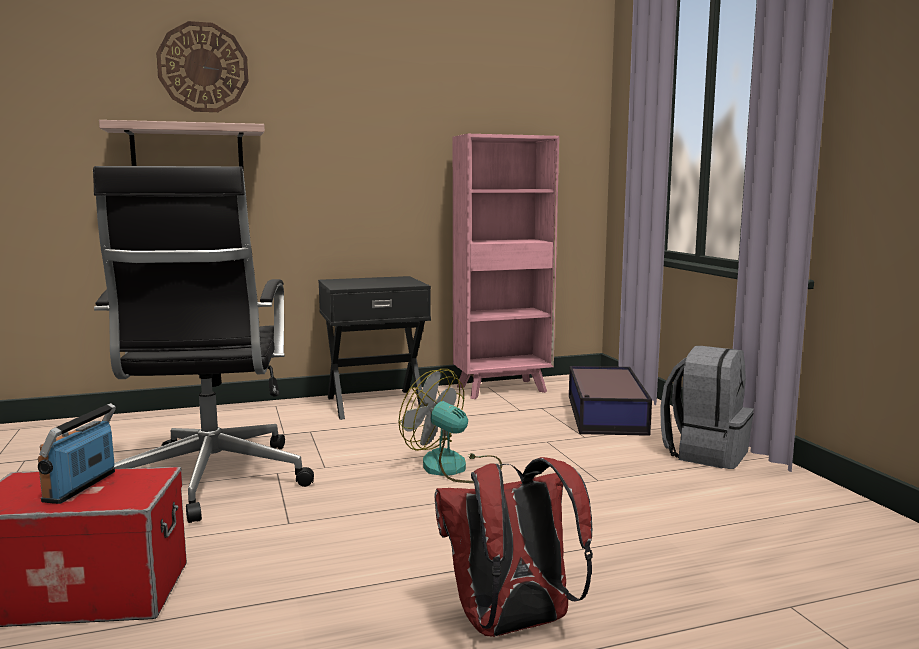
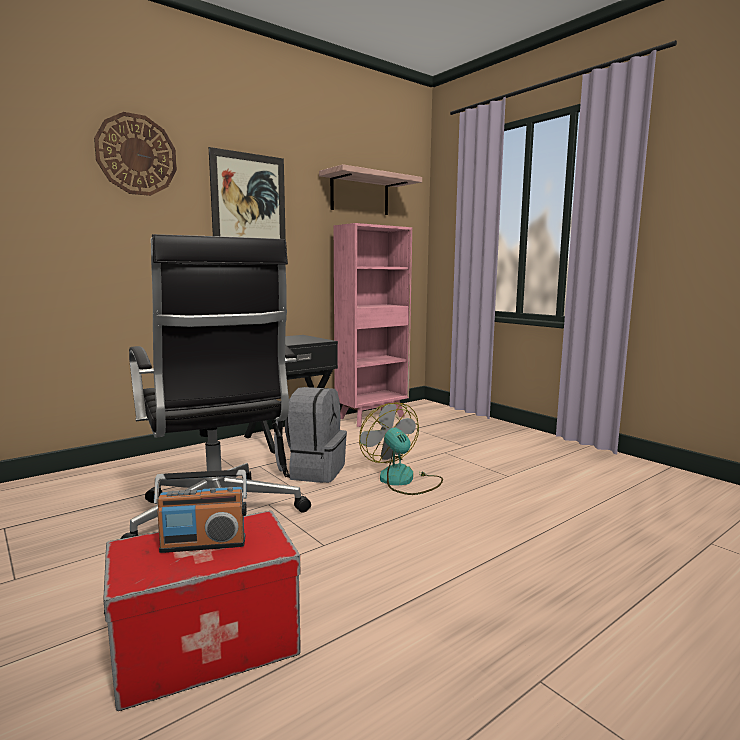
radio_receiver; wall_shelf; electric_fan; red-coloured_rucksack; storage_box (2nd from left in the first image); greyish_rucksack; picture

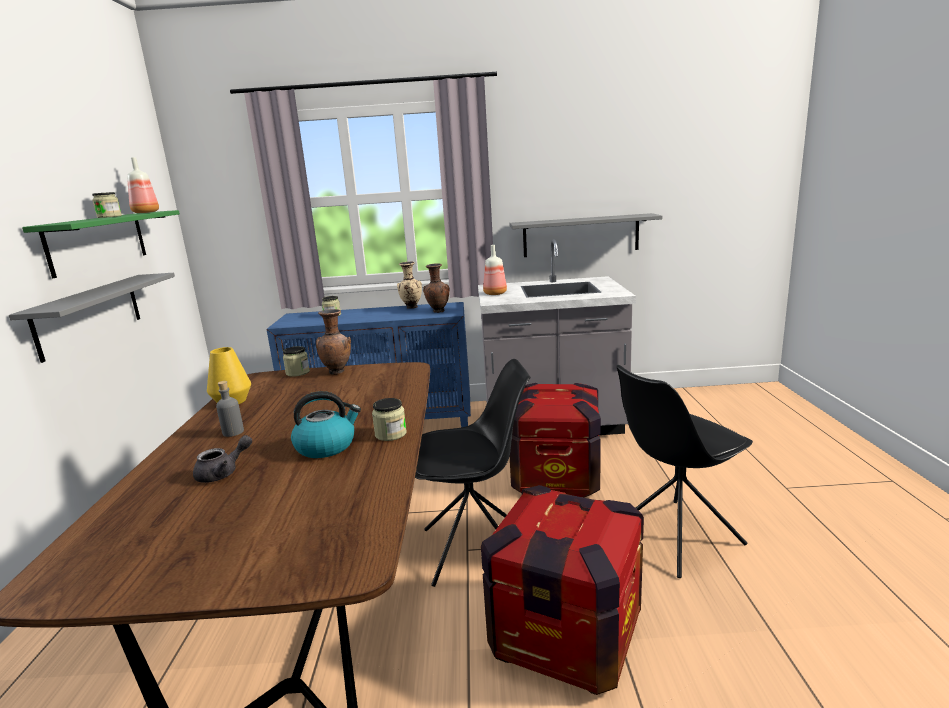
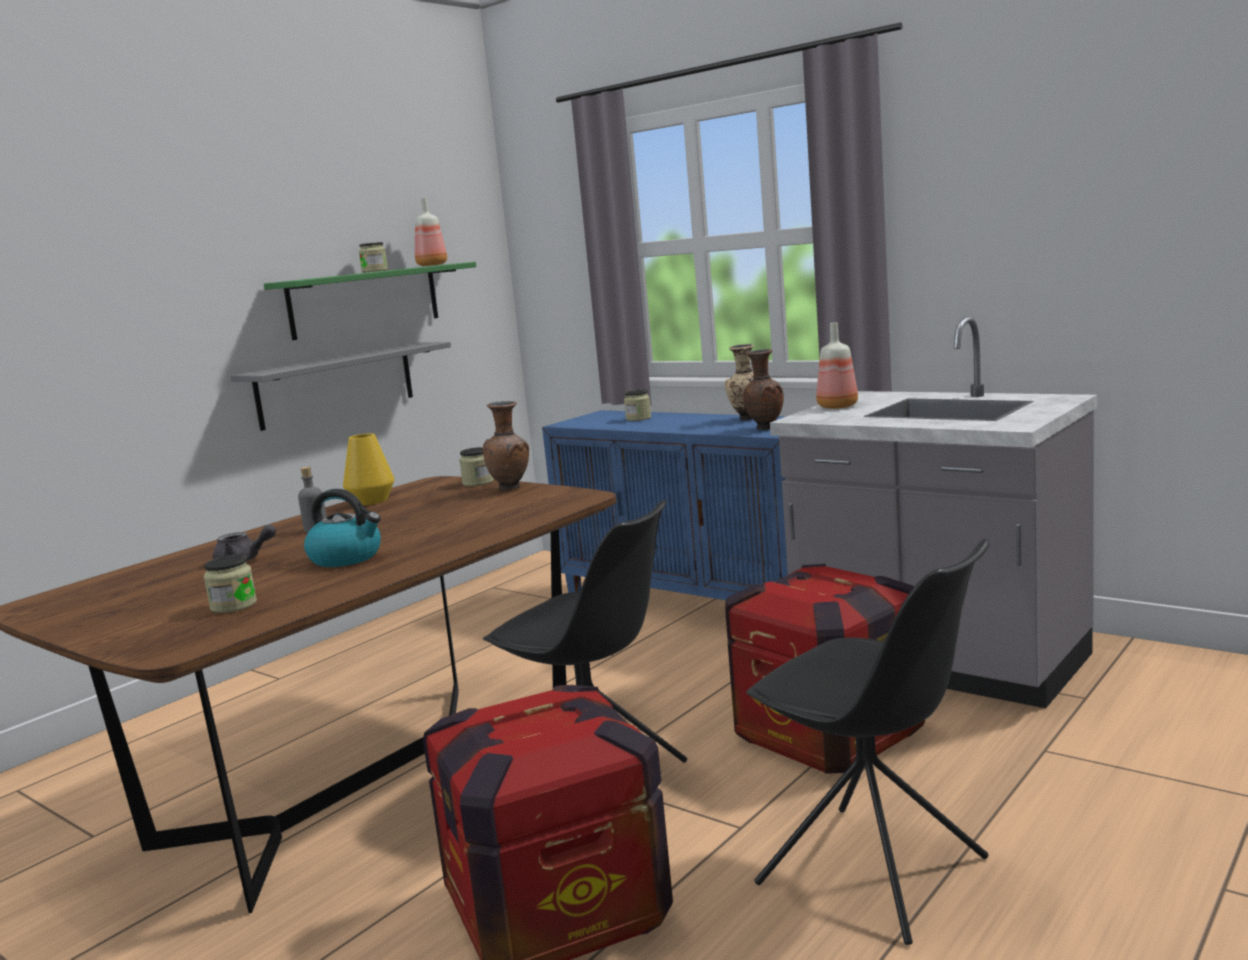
jar (1st from left); greyish_wall_shelf (2nd from left in the first image); blackish_plain_chair (2nd from left)

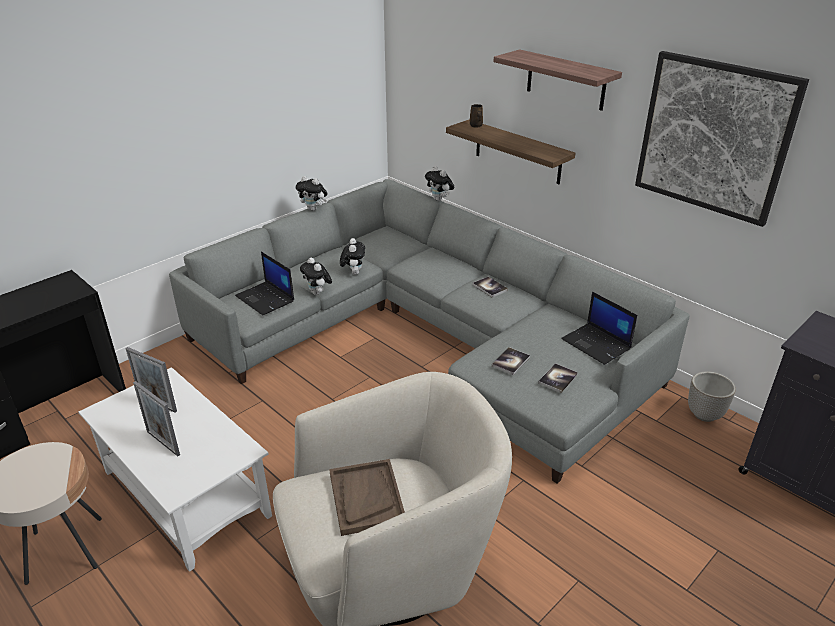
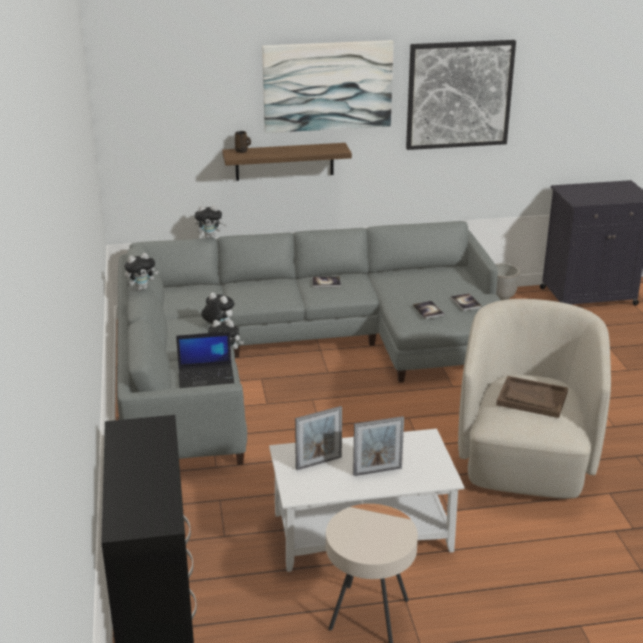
picture (1st from left); portable_computer (2nd from left in the first image)

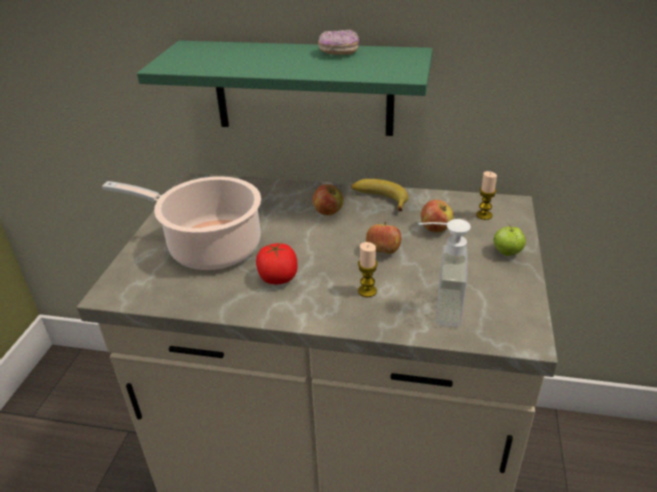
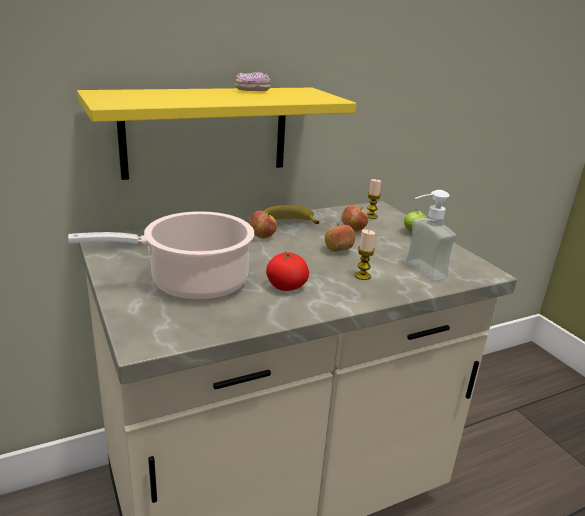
yellowish_wall_shelf

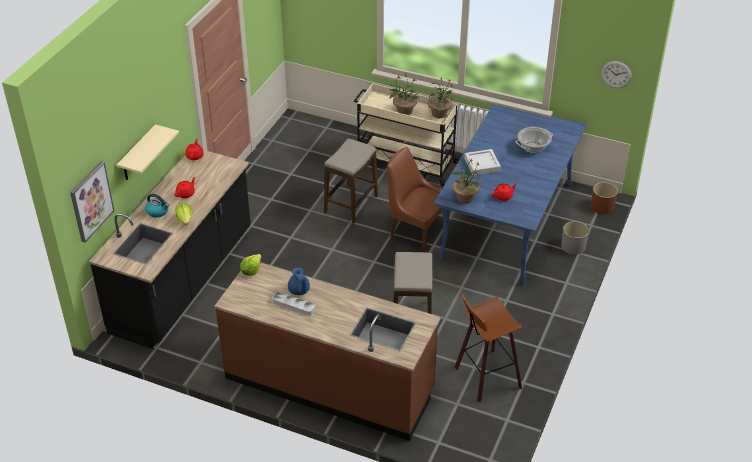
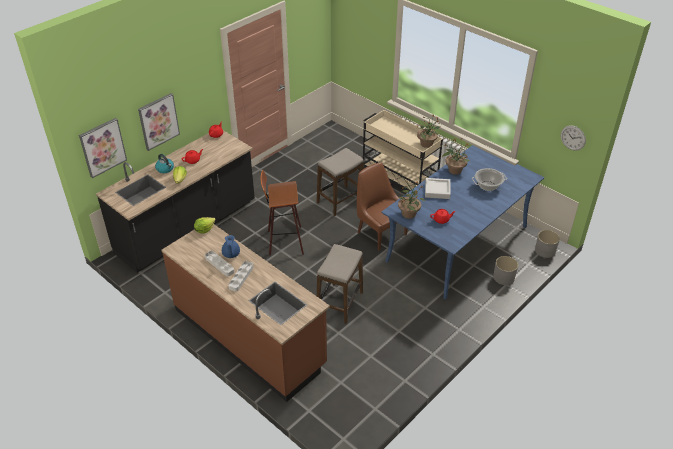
picture (2nd from left); plant_in_a_pot (3rd from left); stool (1st from left); greyish_plant_pot (2nd from left); greyish_carrying_tray (2nd from left)

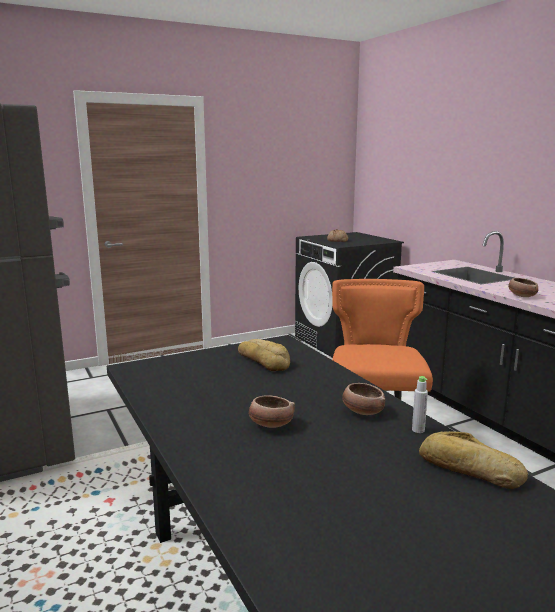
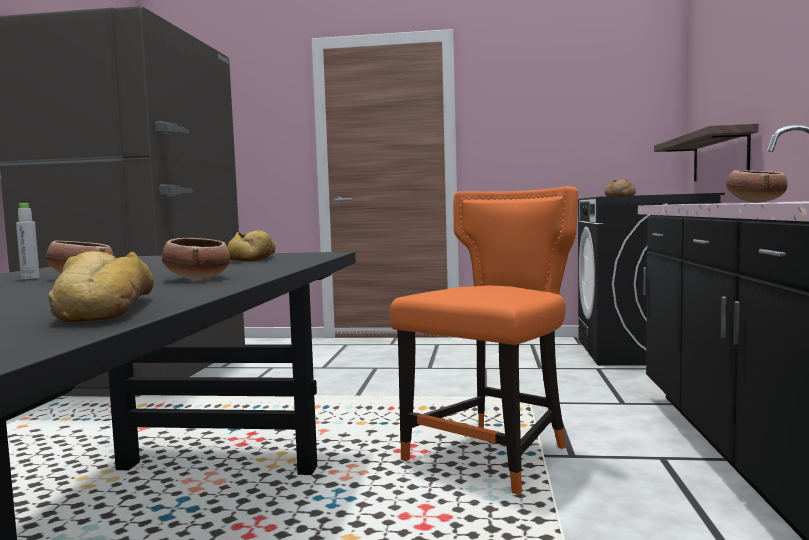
greyish_drink_bottle; wall_shelf

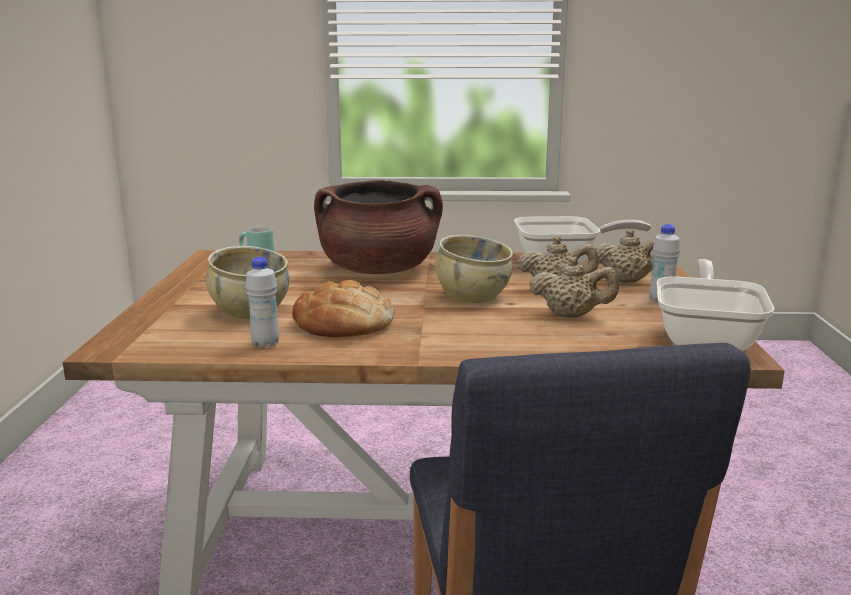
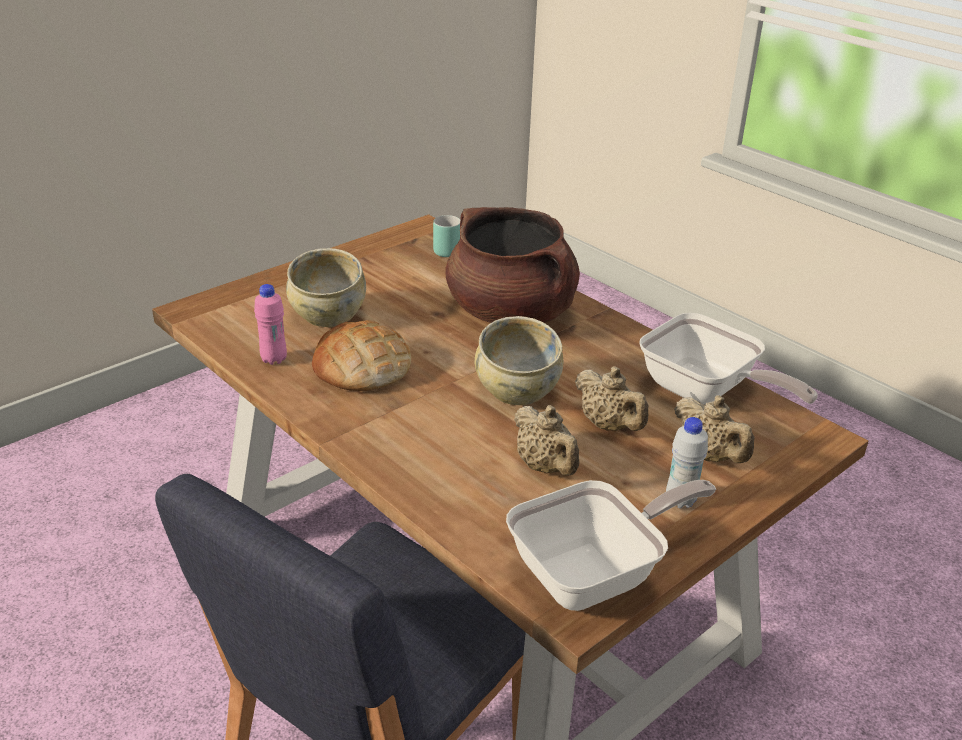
pink_drink_bottle

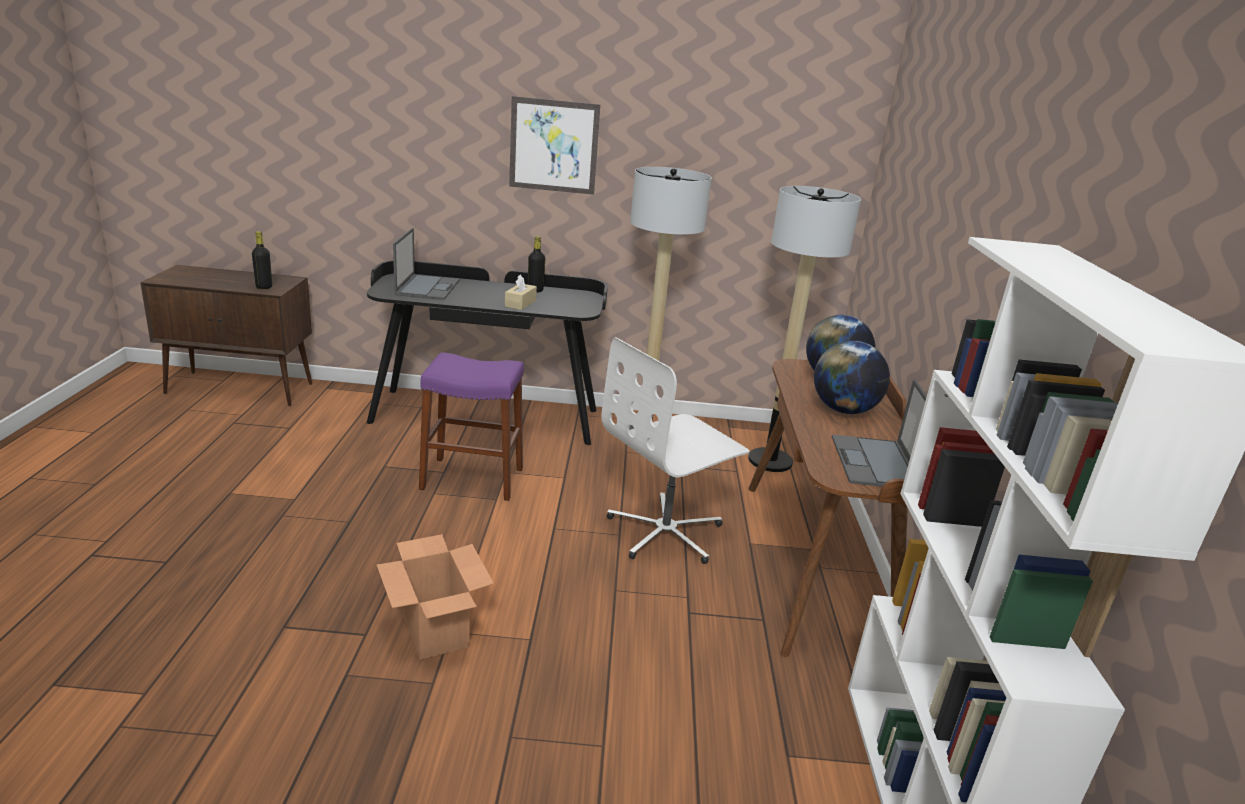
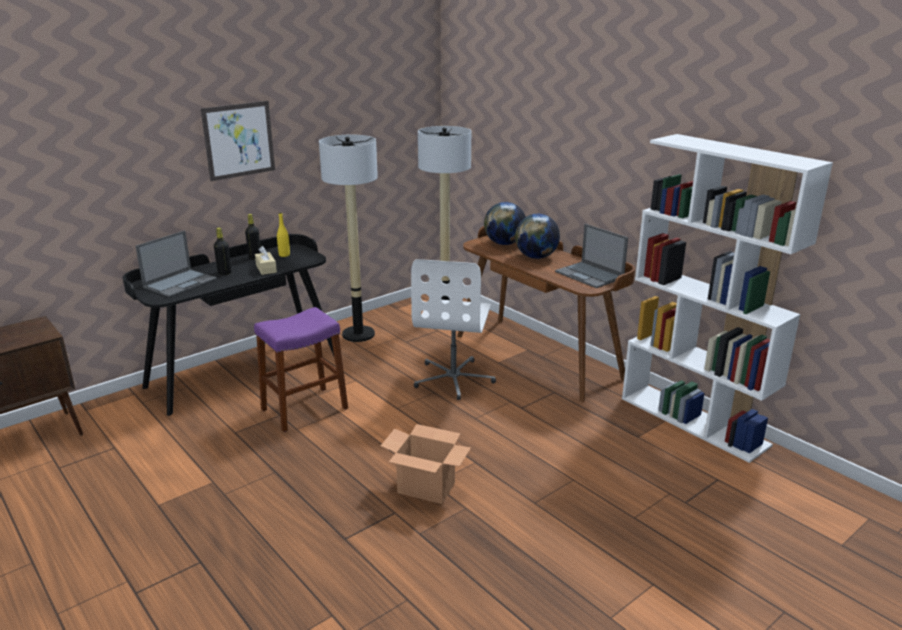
blackish_drink_bottle (1st from left); portable_computer (1st from left); yellowish_drink_bottle

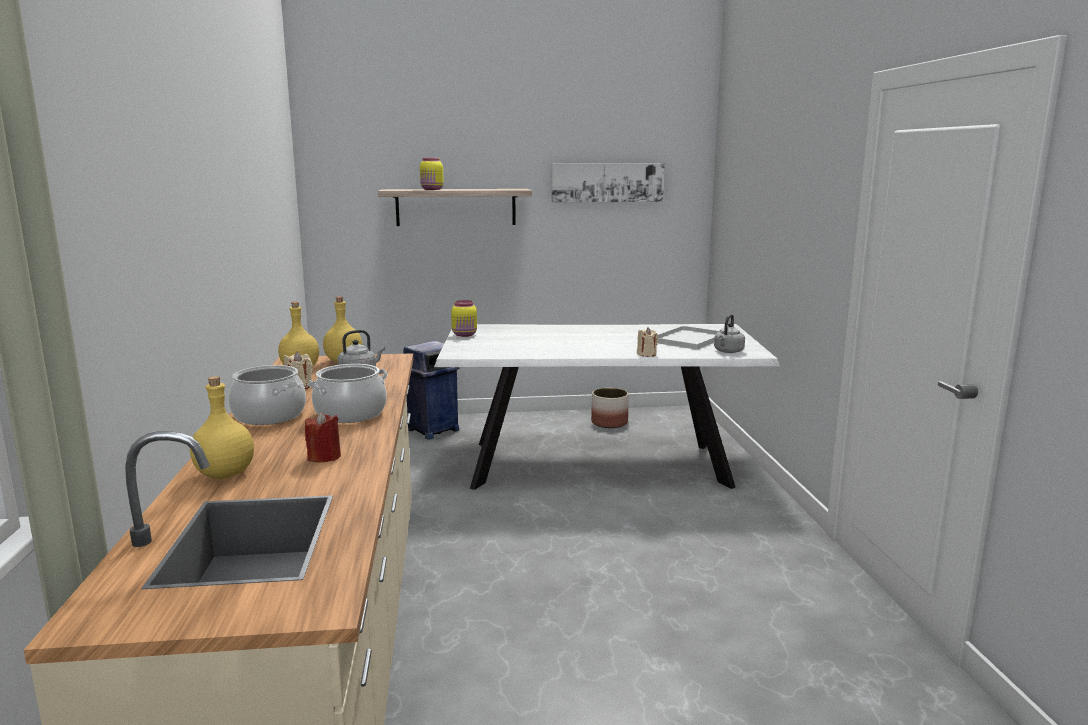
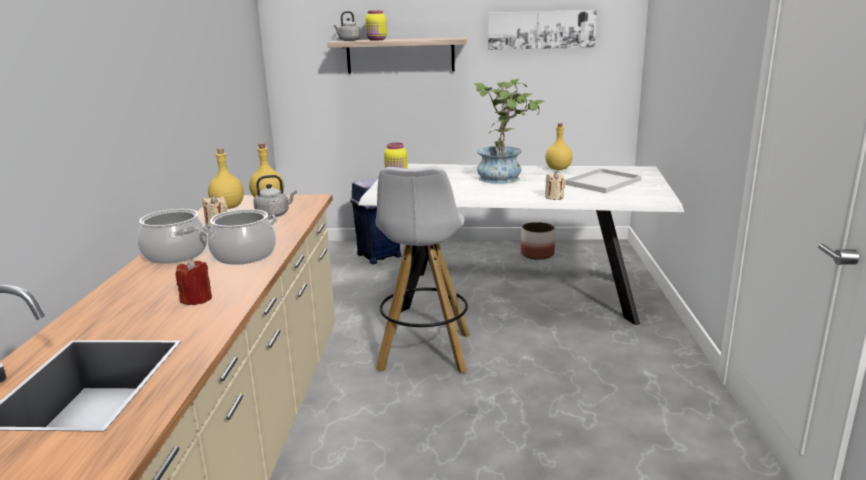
yellowish_drink_bottle (3rd from left); greyish_water_kettle (2nd from left); white-coloured_stool; plant_in_a_pot

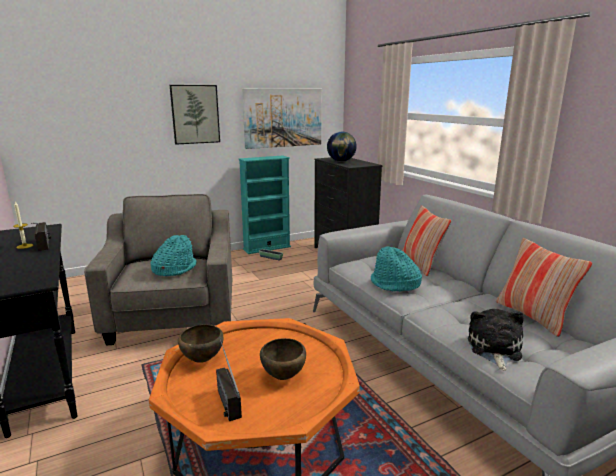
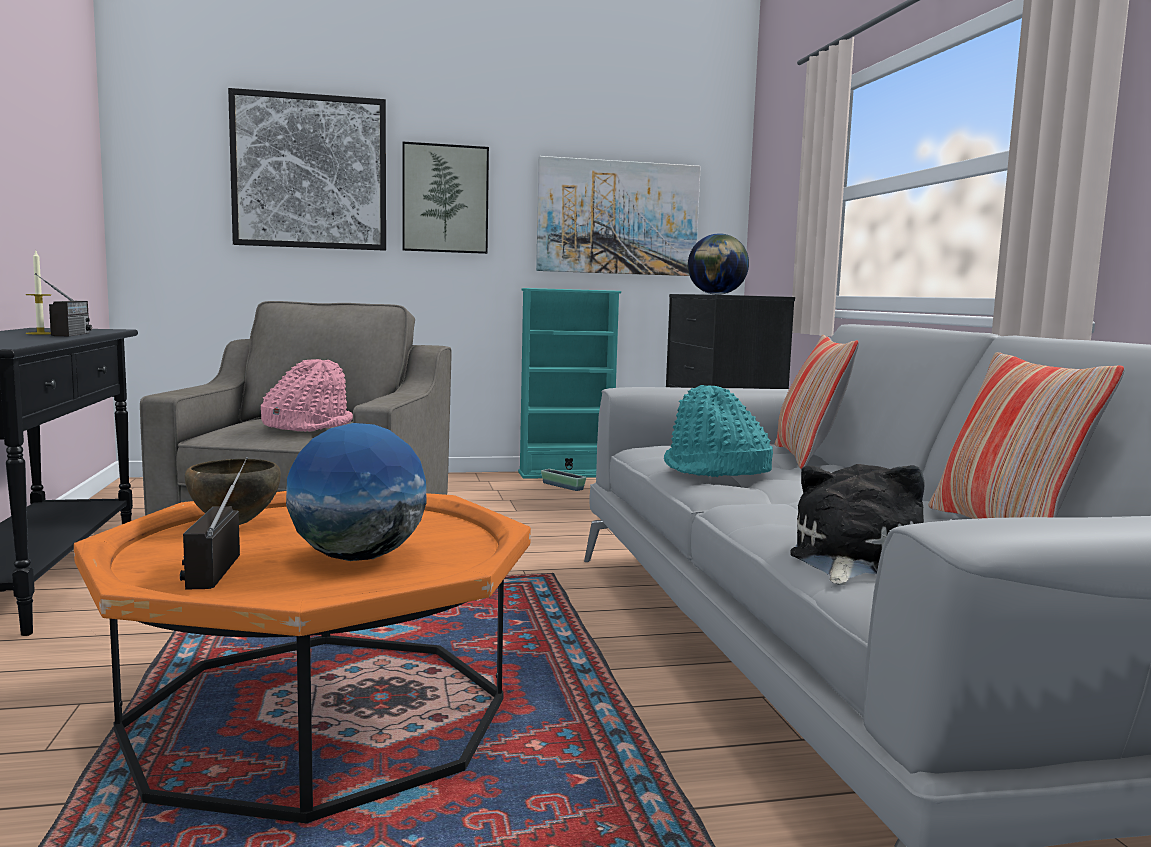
pink_clothing_hat; world_globe (1st from left); picture (1st from left)

